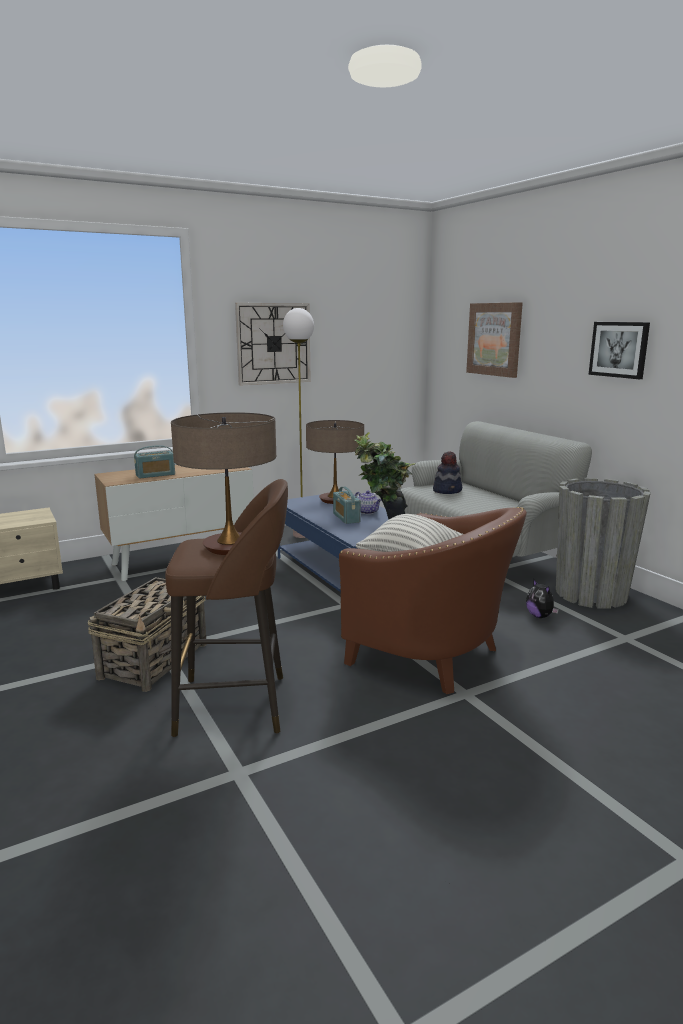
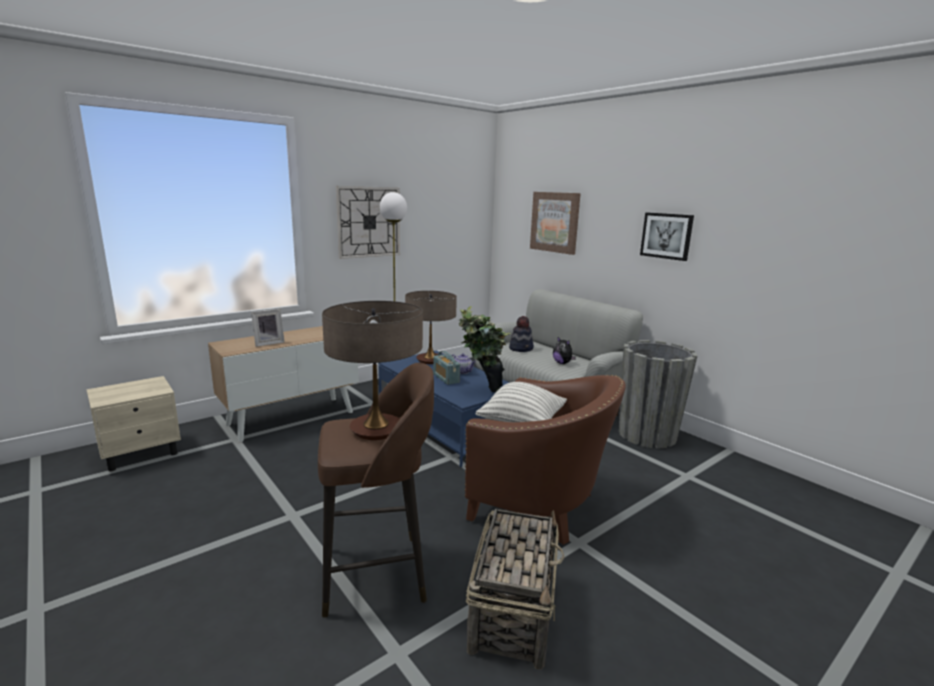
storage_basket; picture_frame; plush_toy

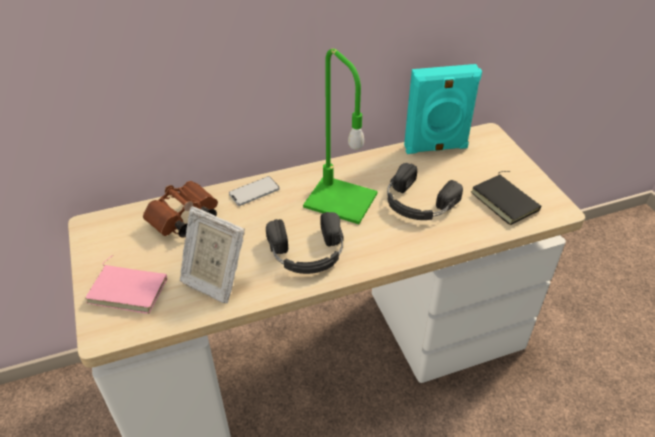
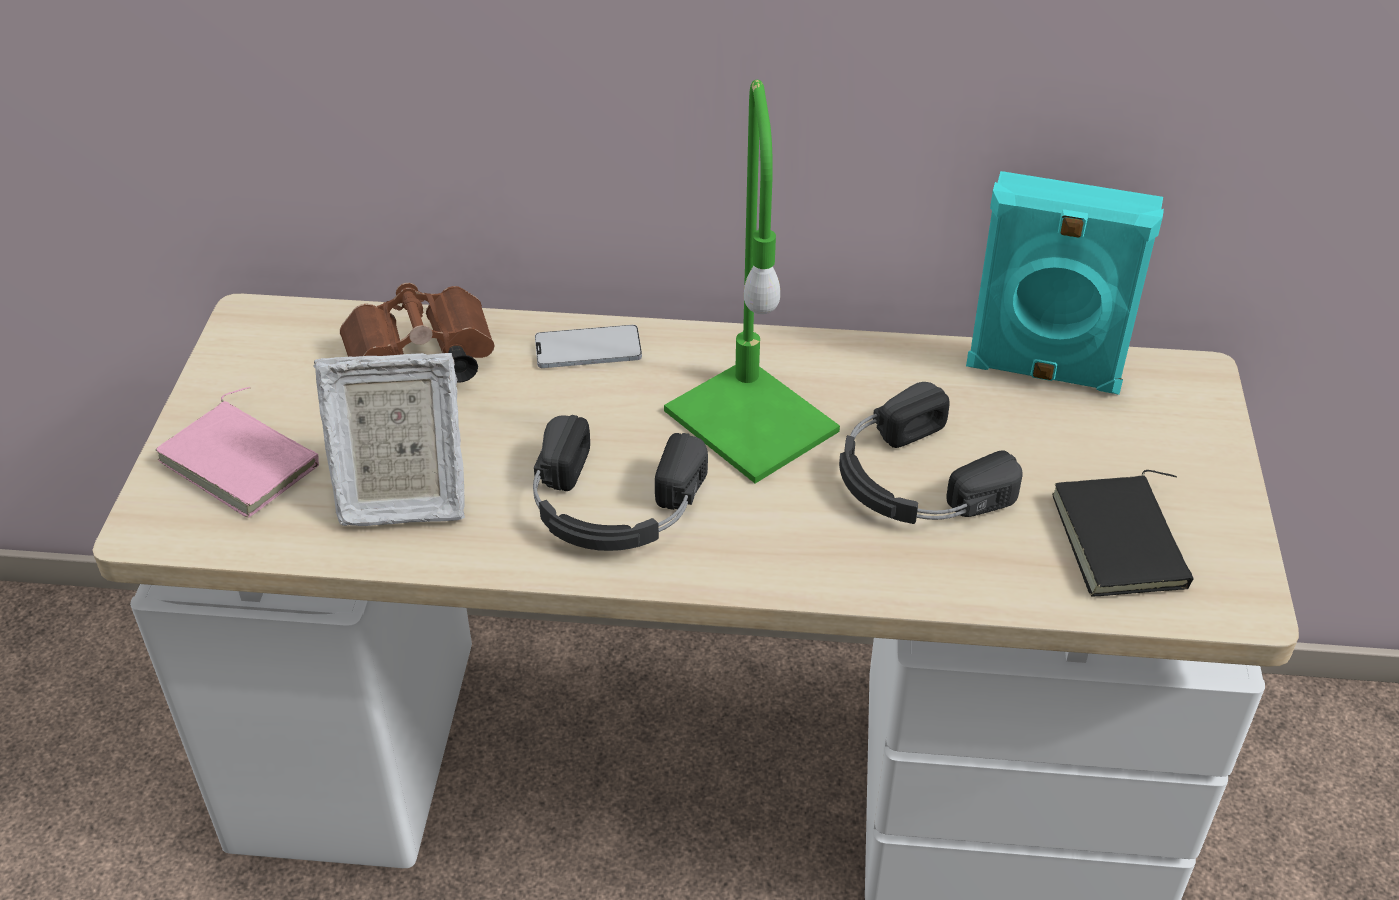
picture_frame

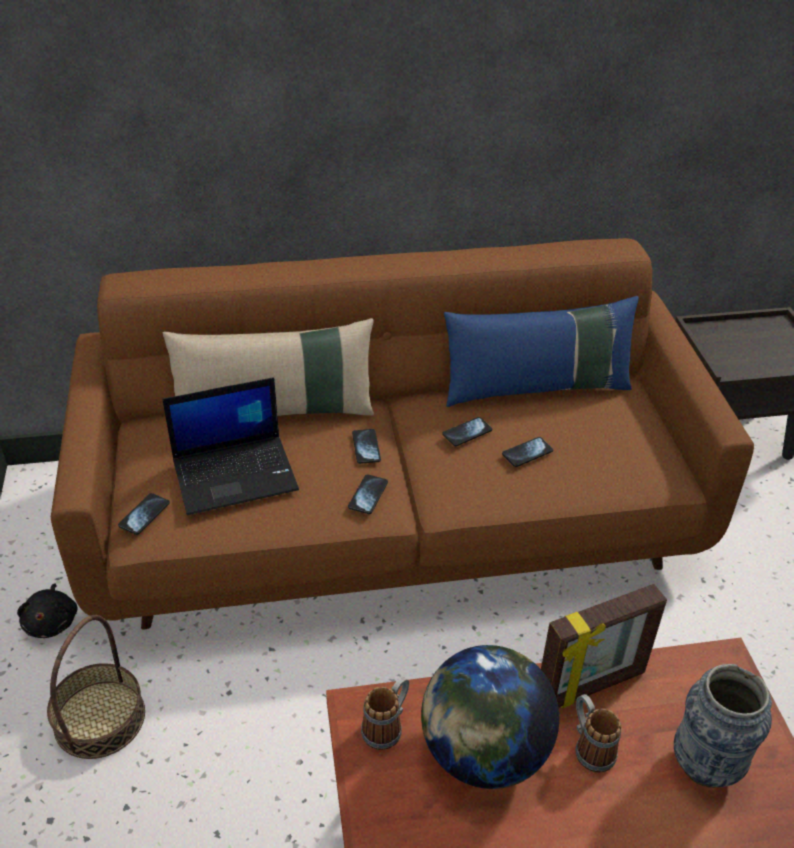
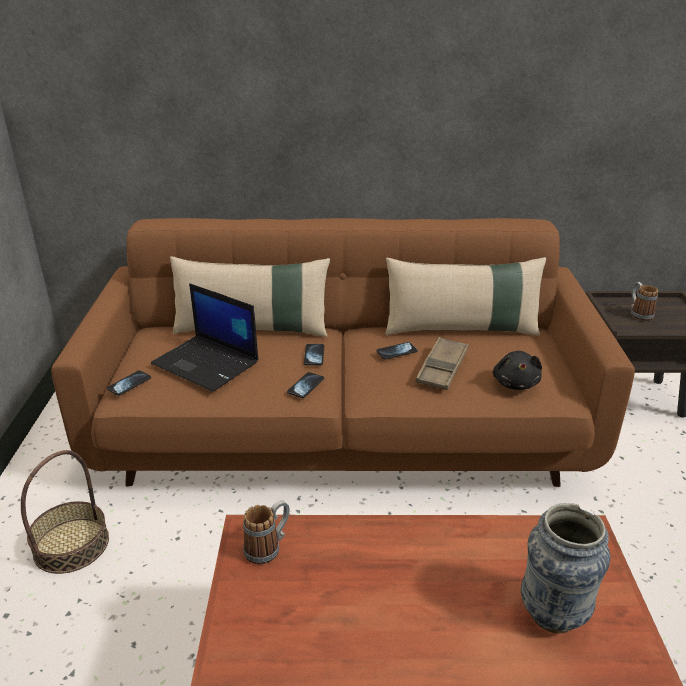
blackish_plush_toy; portable_computer; world_globe; beige-coloured_pillow (2nd from left); brown_carrying_tray; picture_frame; mug (2nd from left)

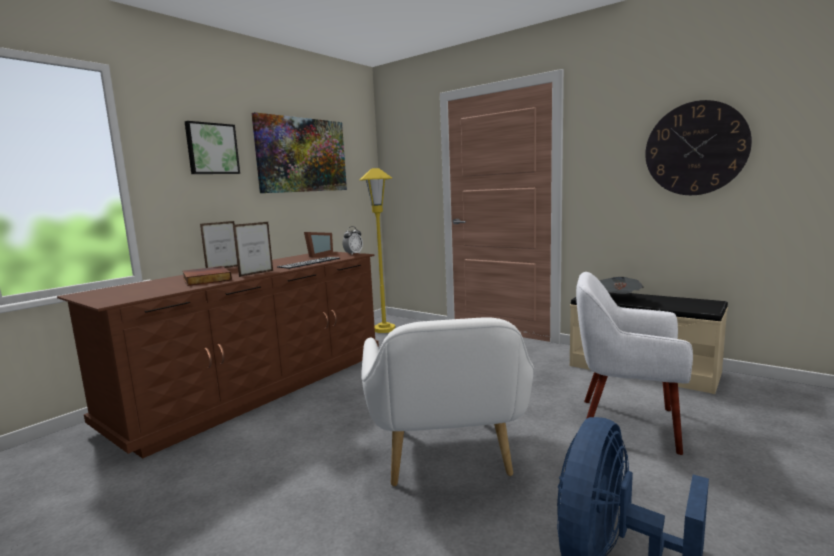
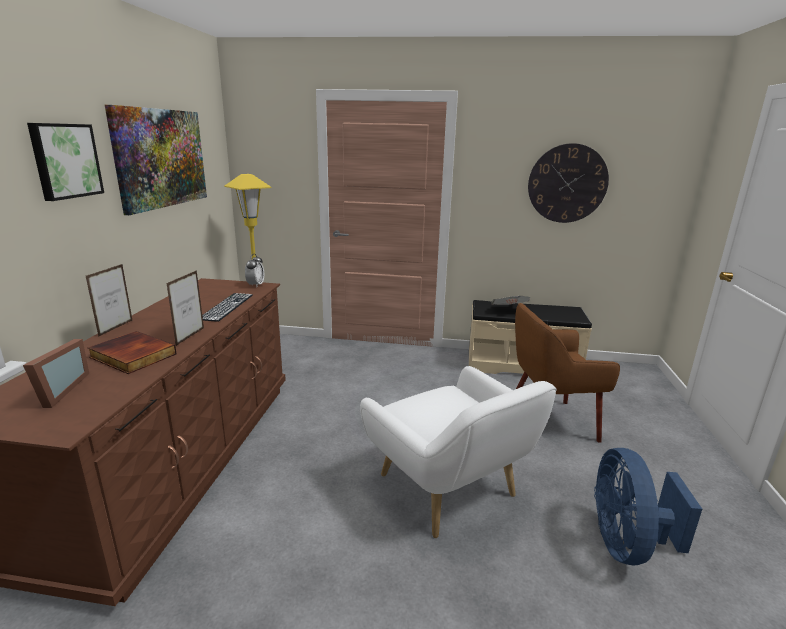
picture_frame (1st from left); brown_armchair

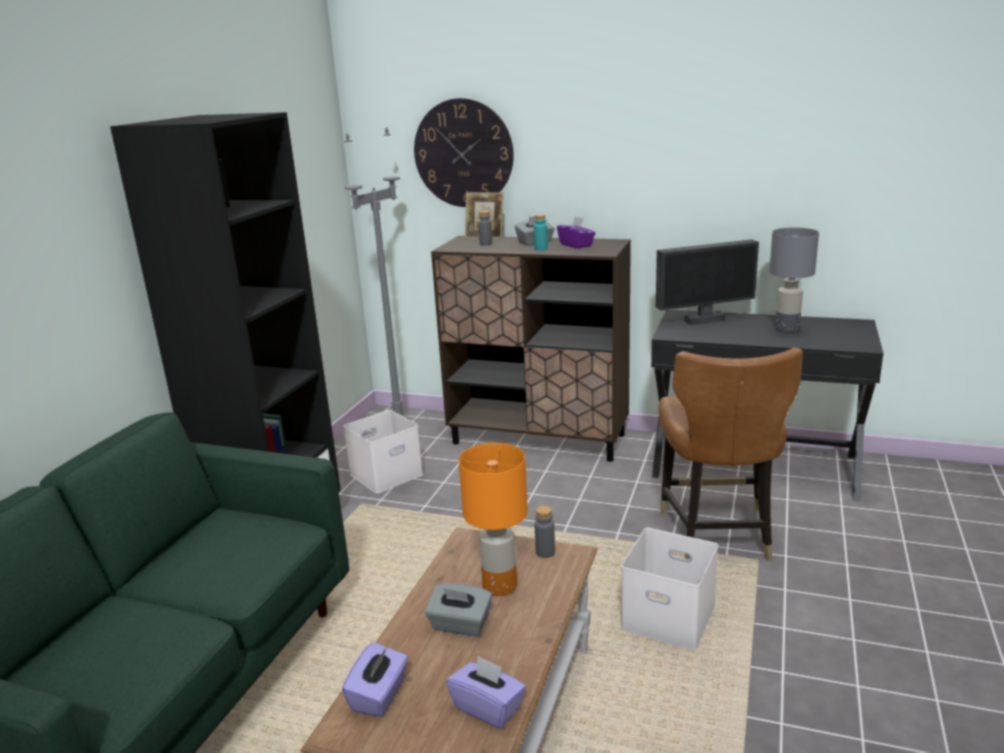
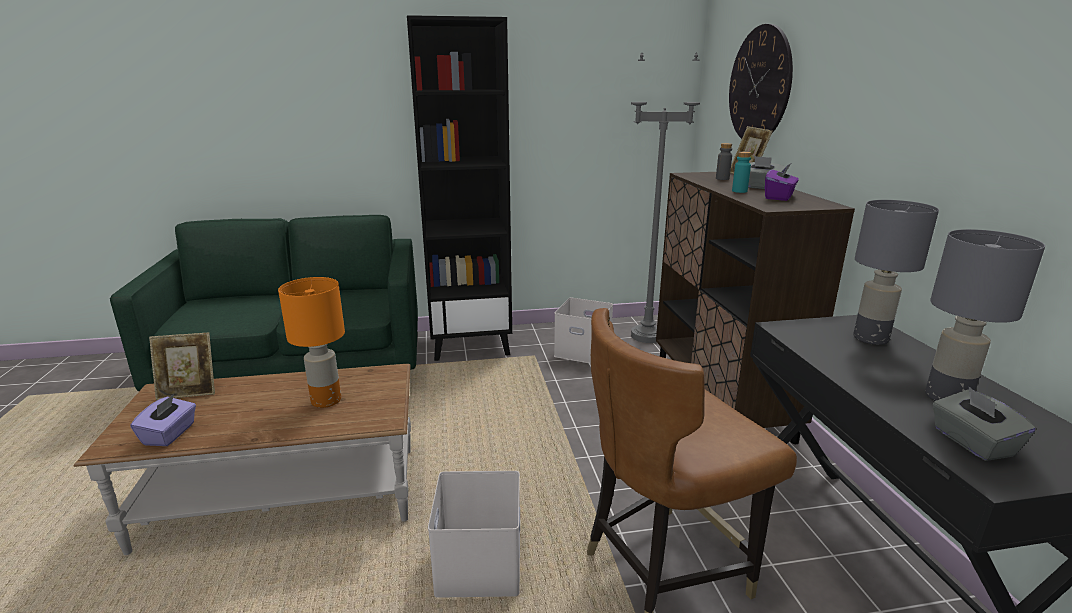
picture_frame (1st from left); greyish_box_of_tissues (2nd from left); greyish_drink_bottle (2nd from left in the first image); greyish_tabletop_lamp (1st from left)

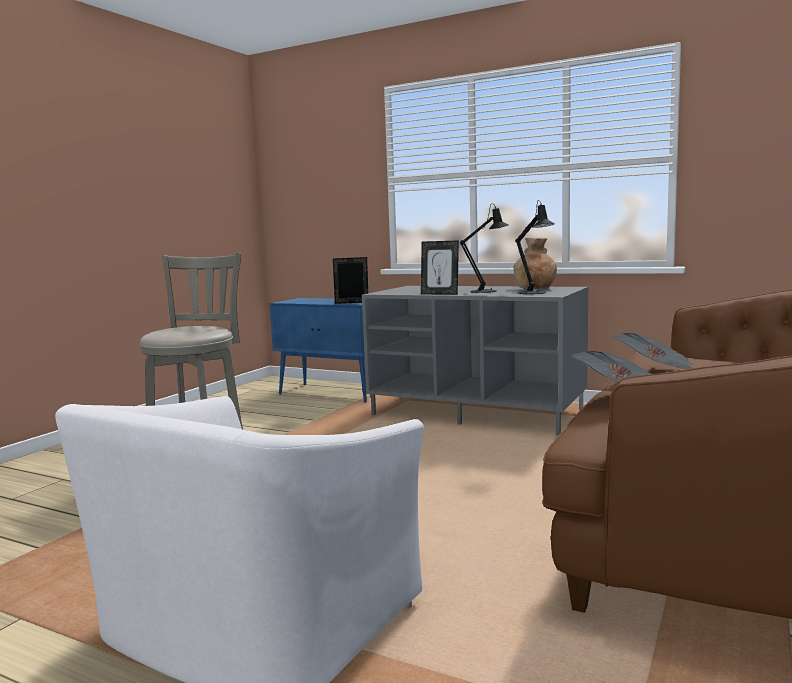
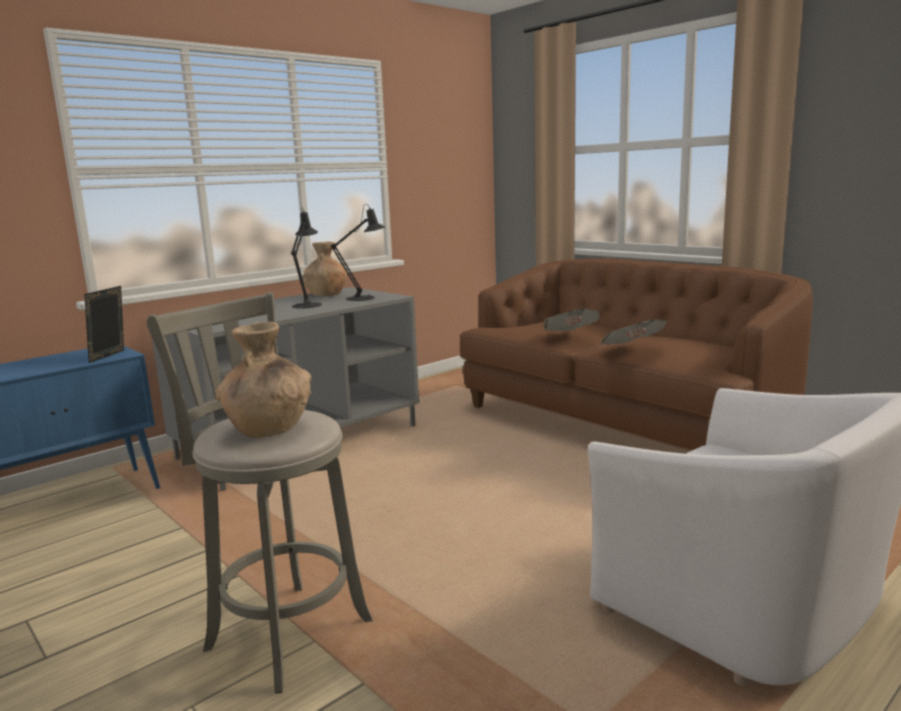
picture_frame (2nd from left in the first image); brown_vase (1st from left)

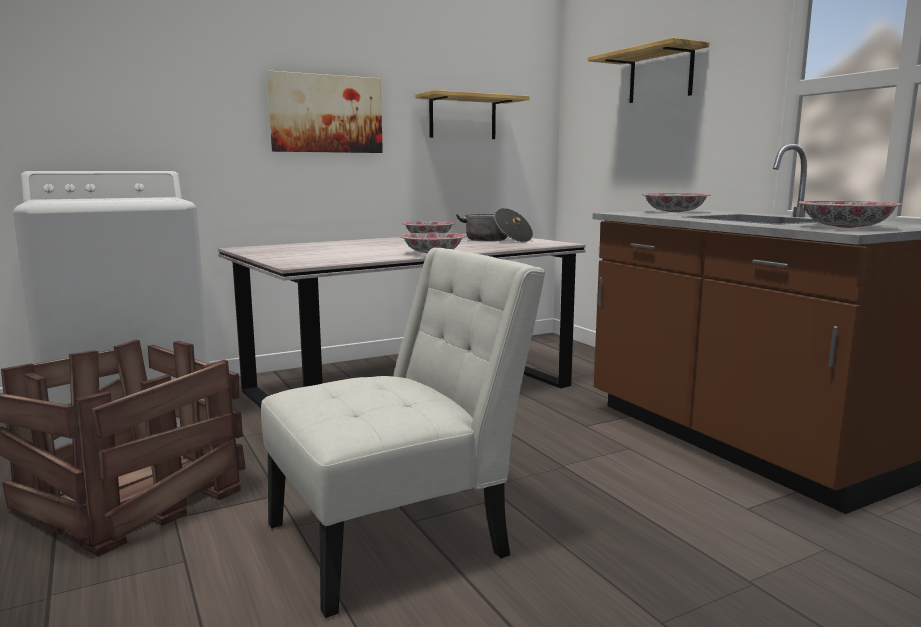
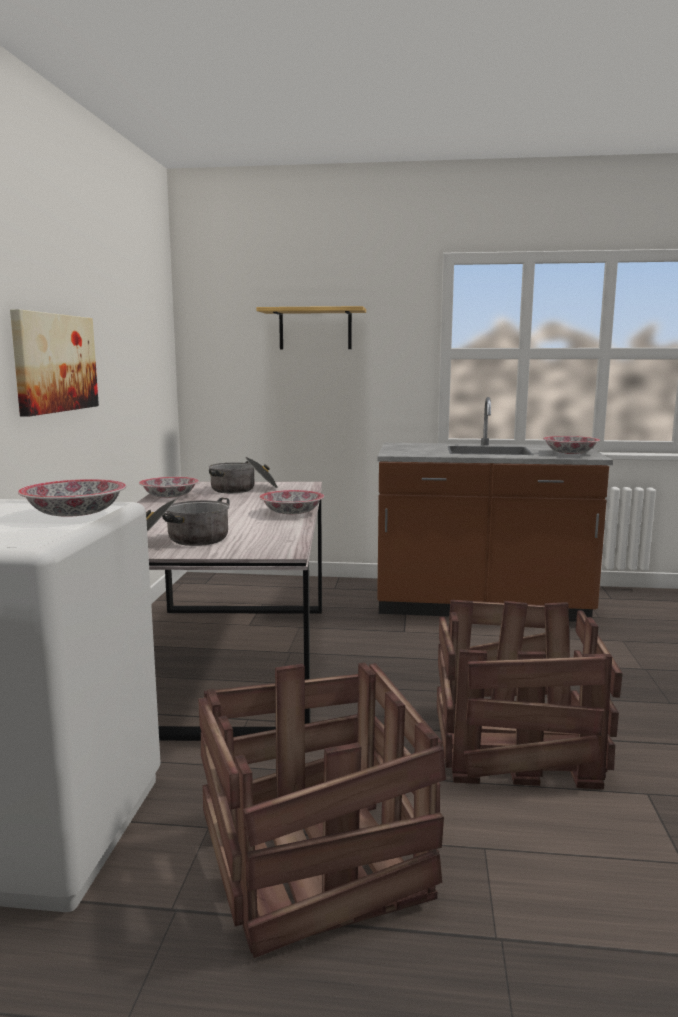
packing_crate (2nd from left); wall_shelf (1st from left in the first image); serving_bowl (1st from left); stockpot (1st from left)

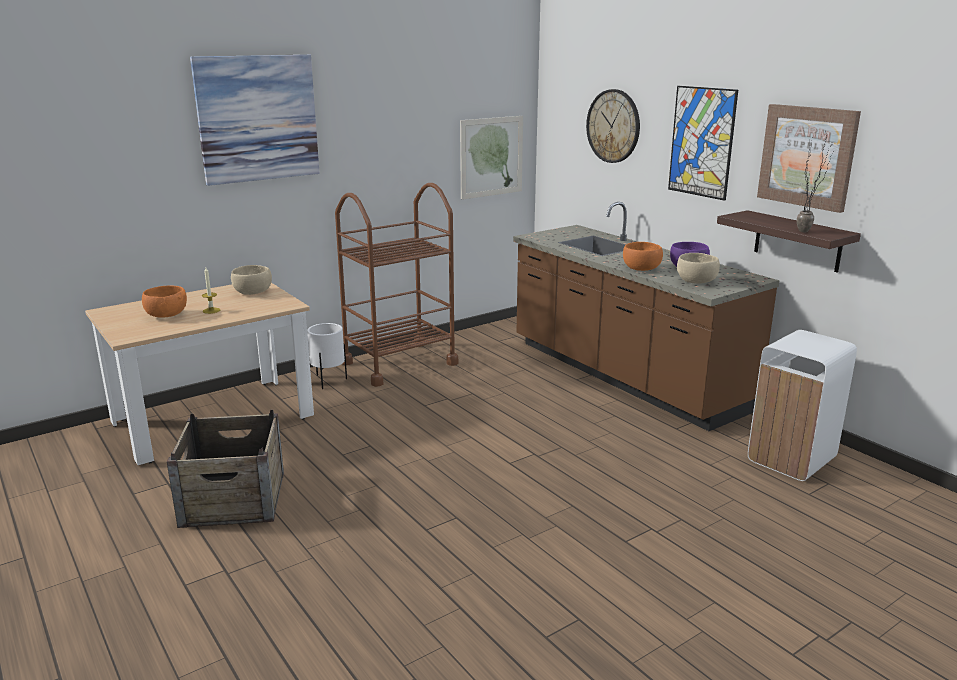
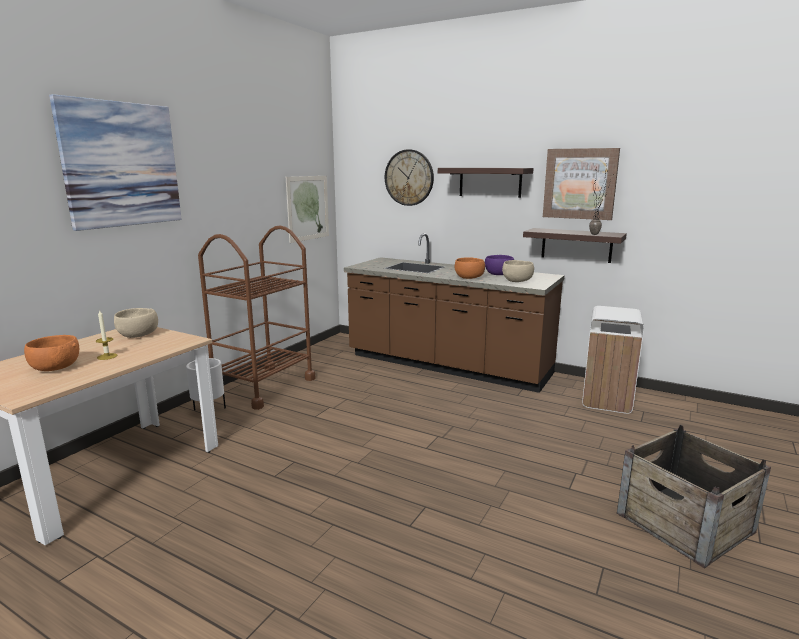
packing_crate; wall_shelf (1st from left)

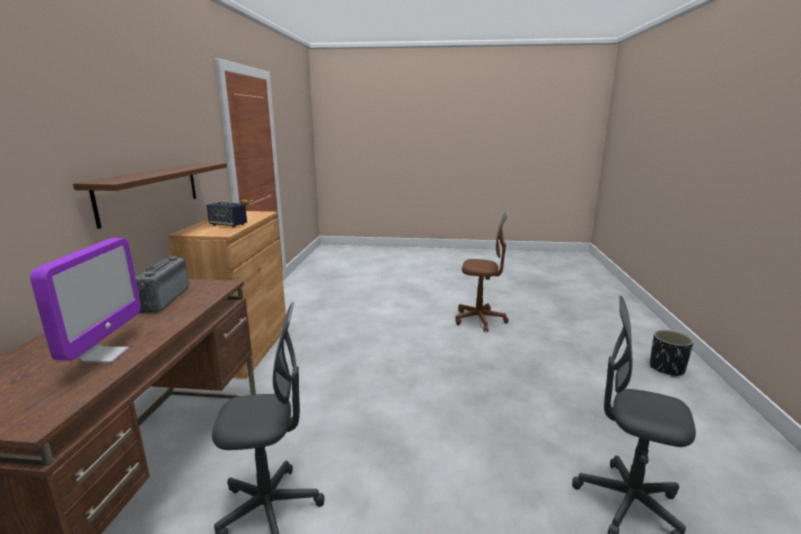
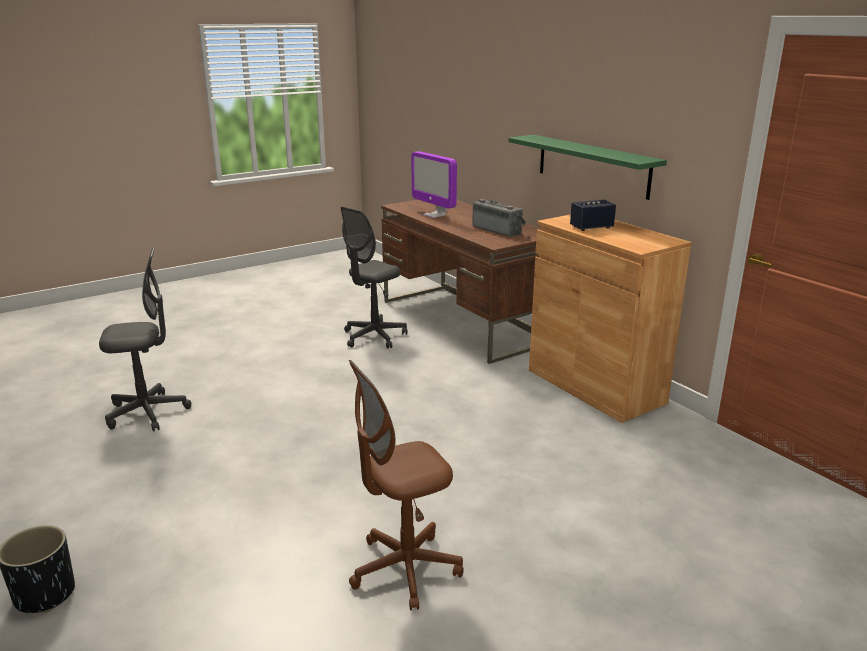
greenish_wall_shelf

